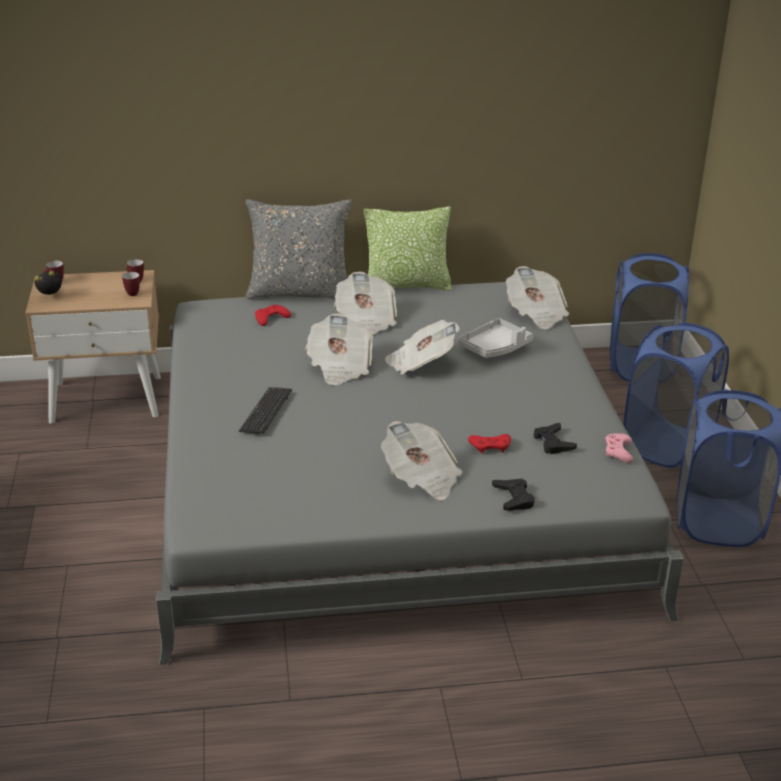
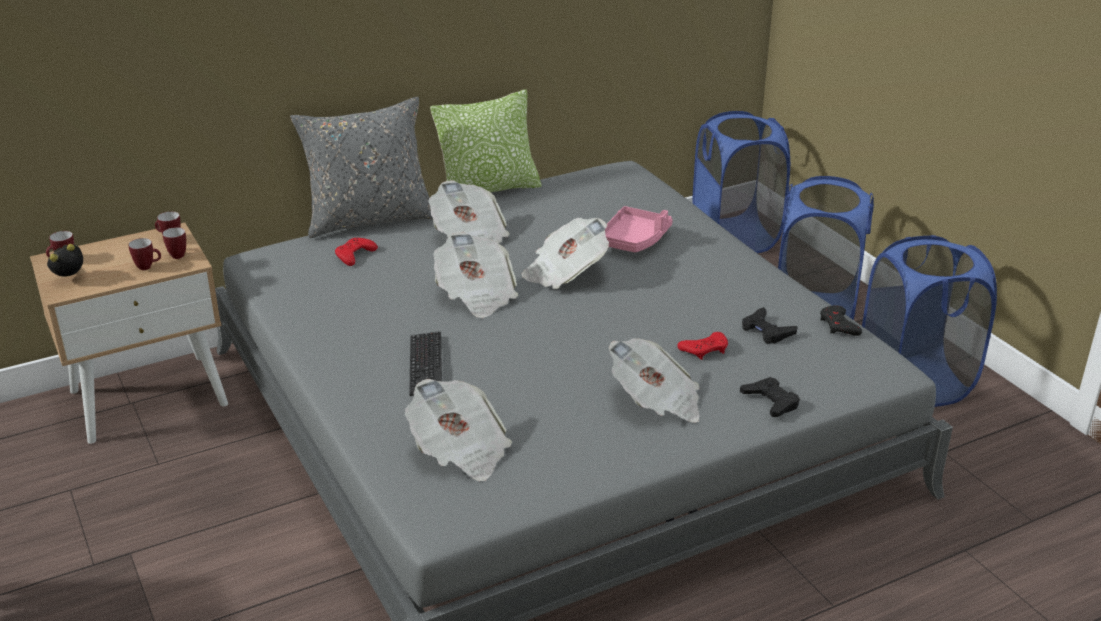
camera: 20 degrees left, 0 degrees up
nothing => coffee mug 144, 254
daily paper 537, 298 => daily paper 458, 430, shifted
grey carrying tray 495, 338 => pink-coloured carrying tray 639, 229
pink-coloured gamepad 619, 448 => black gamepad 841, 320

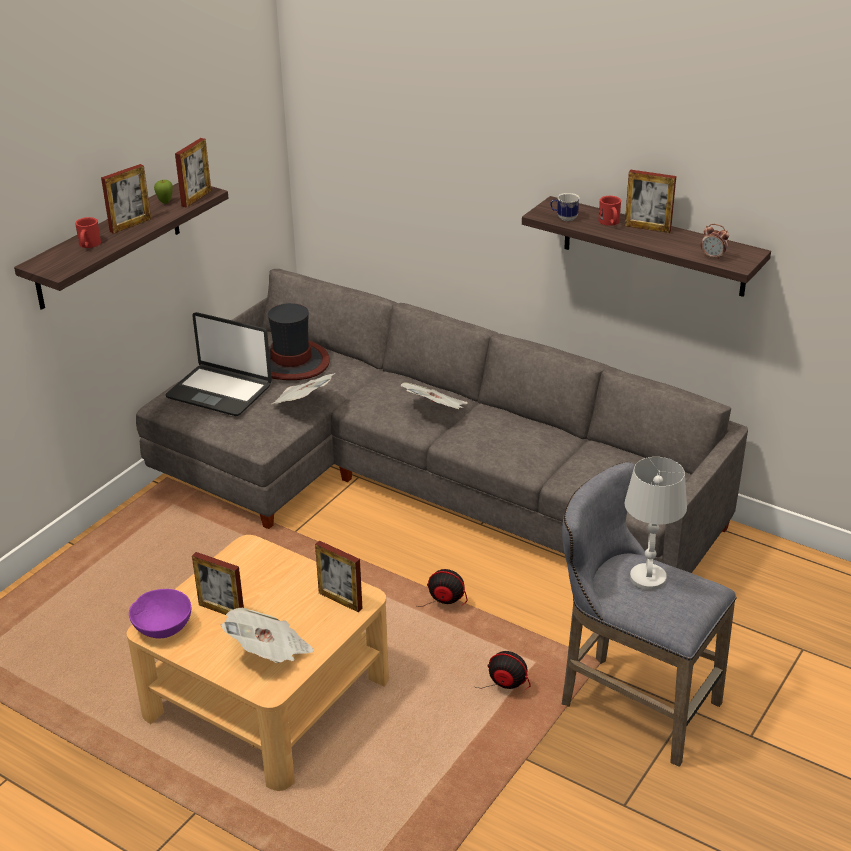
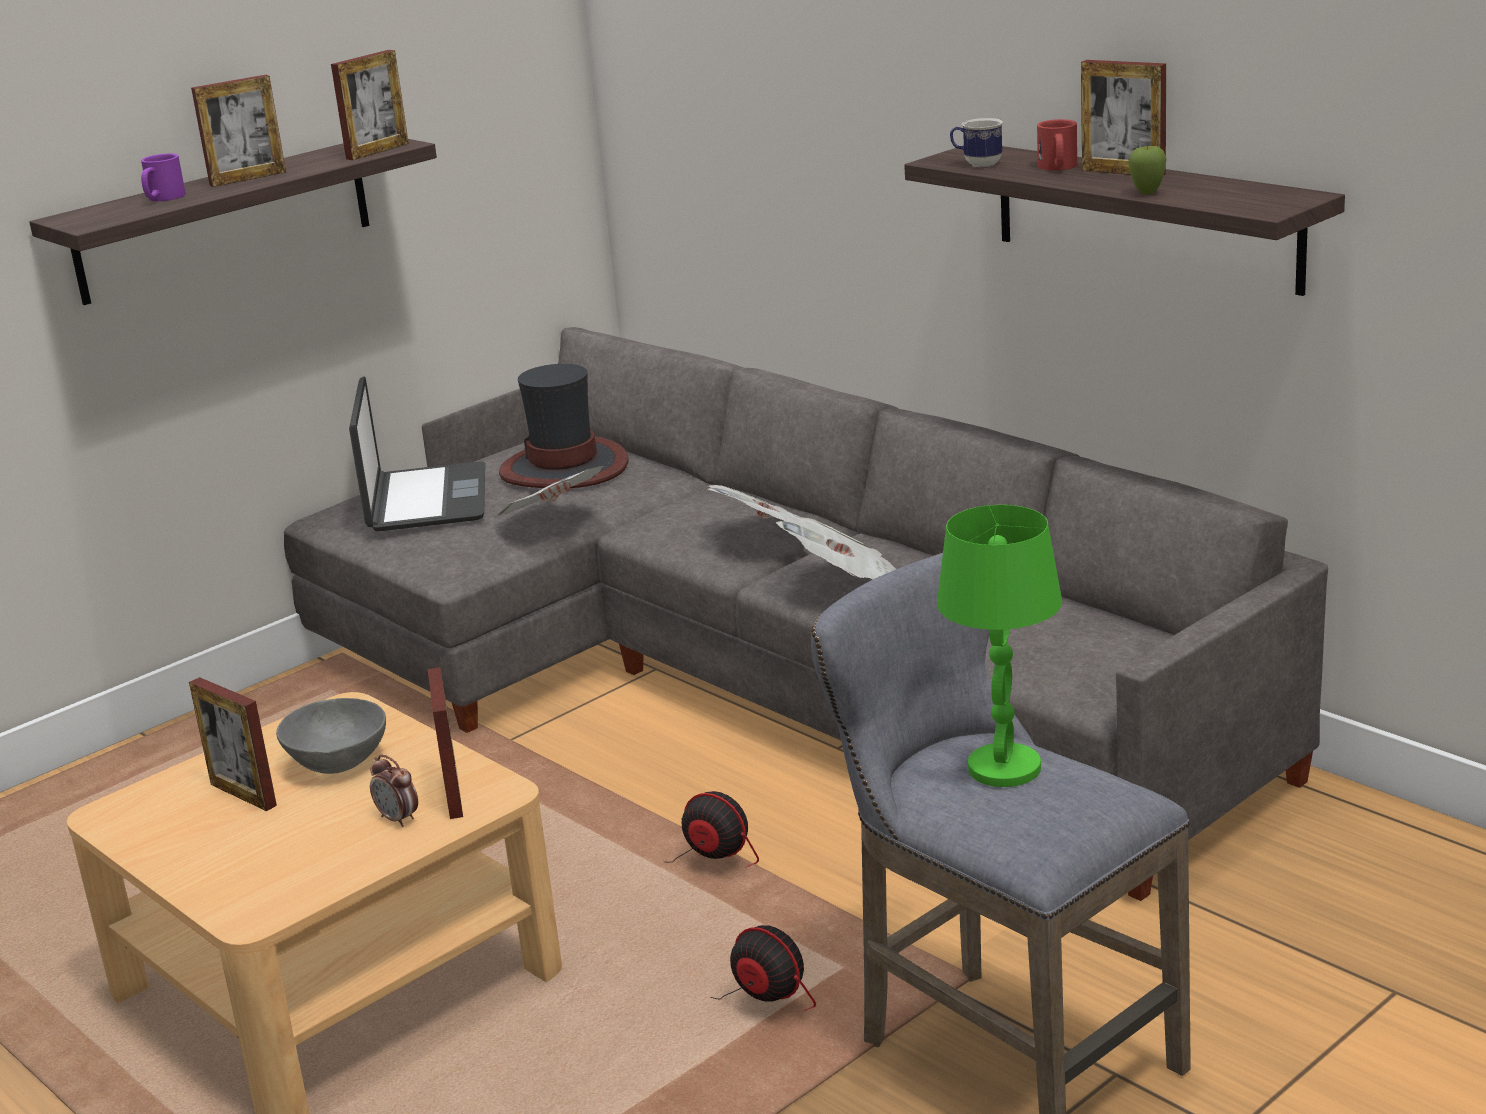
camera: 15 degrees right, 10 degrees down
red coffee mug 88, 232 => purple coffee mug 163, 177
nothing => grey serving bowl 331, 736
laptop 218, 364 => laptop 417, 454, 135 degrees counterclockwise
bedside clock 715, 242 => bedside clock 394, 791, shifted
standing frame 339, 576 => standing frame 445, 743, 150 degrees counterclockwise
daily paper 267, 635 => daily paper 836, 548, shifted
white-coloured lamp for a table 655, 523 => greenish lamp for a table 999, 646
apple 163, 192 => apple 1147, 170, shifted
purple serving bowl 160, 614 => nothing

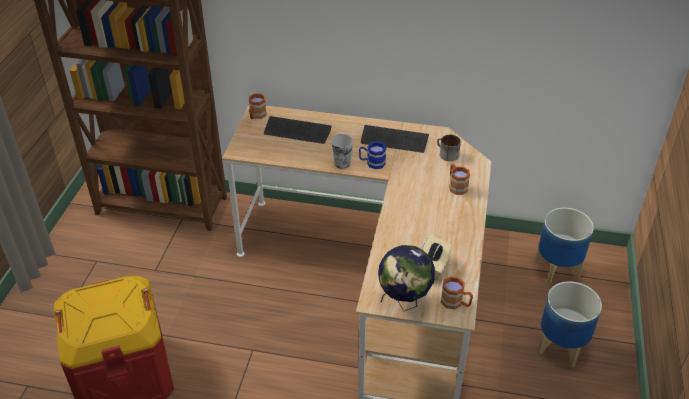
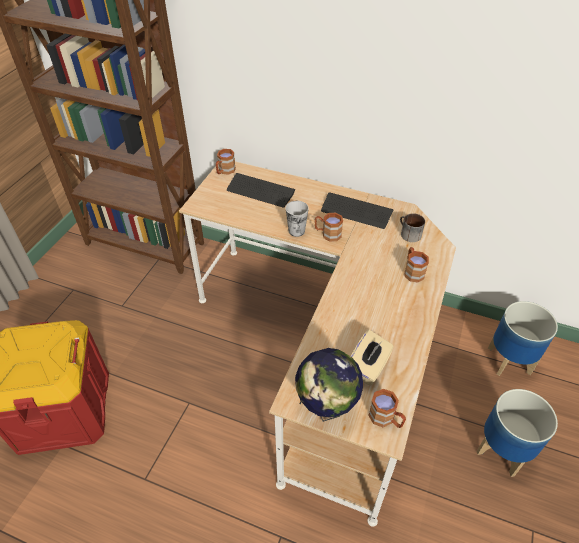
camera: 10 degrees right, 5 degrees up
blue coffee mug 372, 155 => brown coffee mug 329, 227

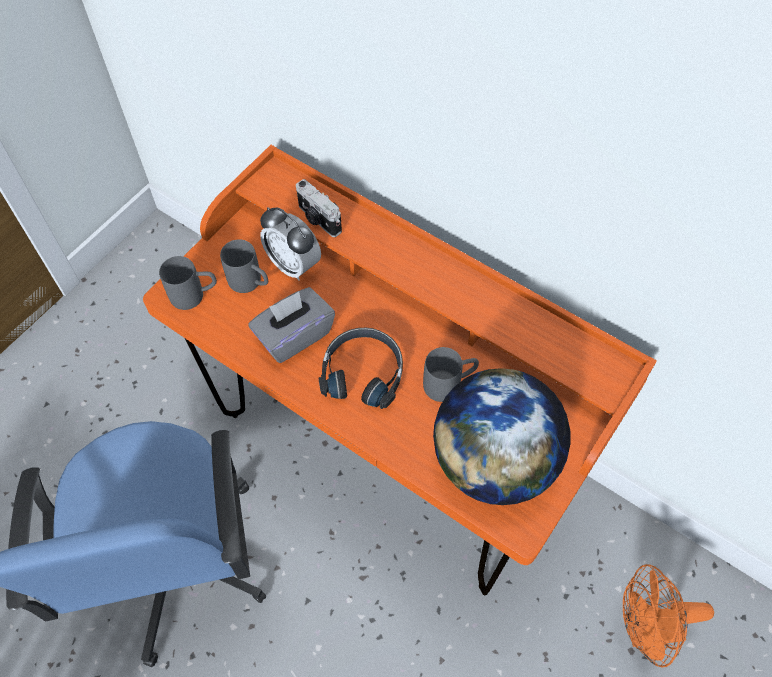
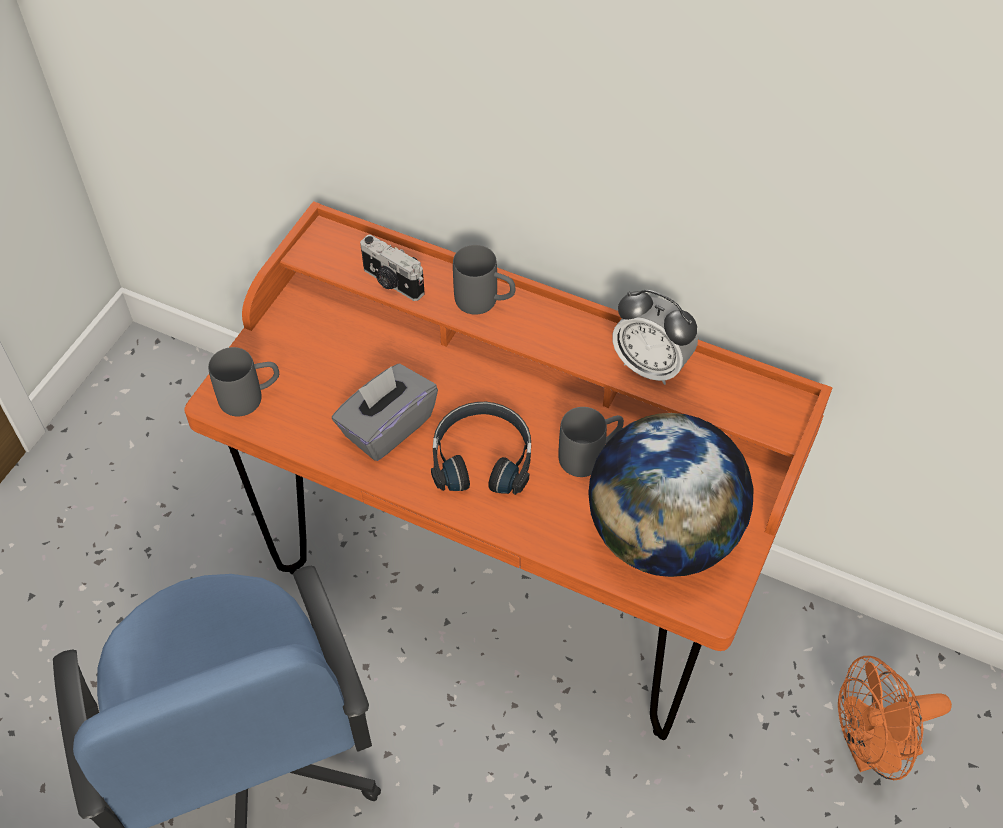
camera: 10 degrees left, 5 degrees down
grey coffee mug 244, 266 => grey coffee mug 484, 280, shifted
bedside clock 290, 244 => bedside clock 655, 337, shifted

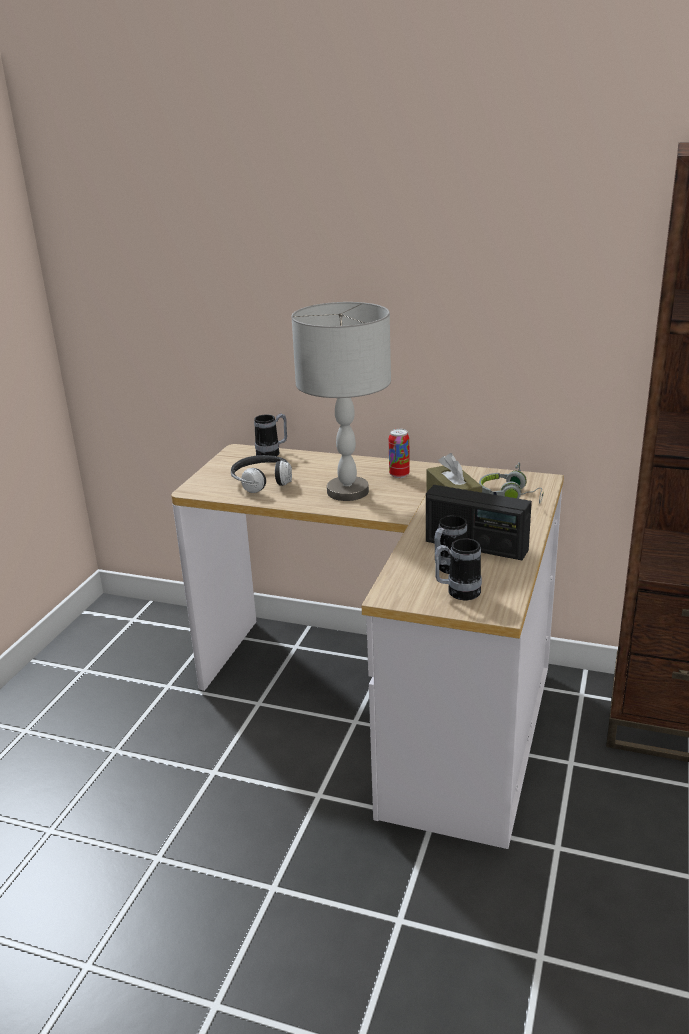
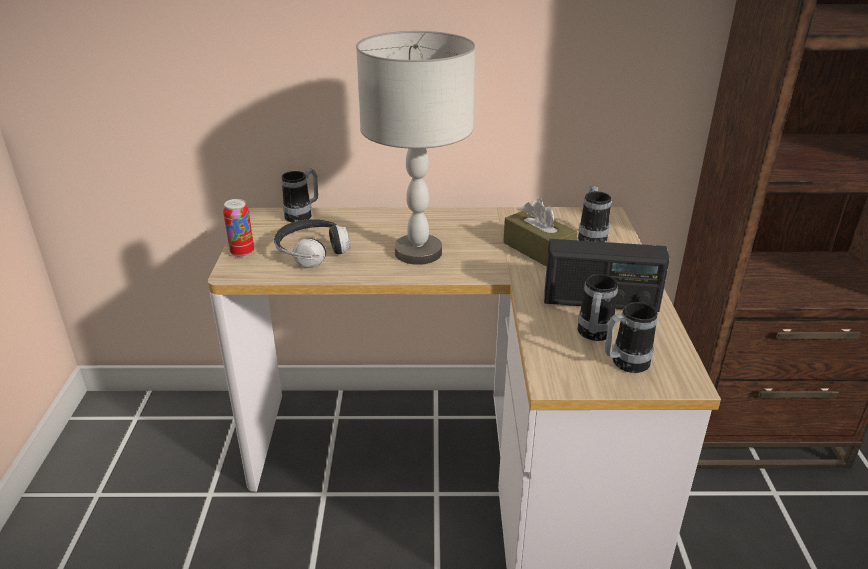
camera: 20 degrees left, 5 degrees up
metal can 399, 453 => metal can 238, 228, shifted
grey pair of headphones 511, 482 => coffee mug 594, 214

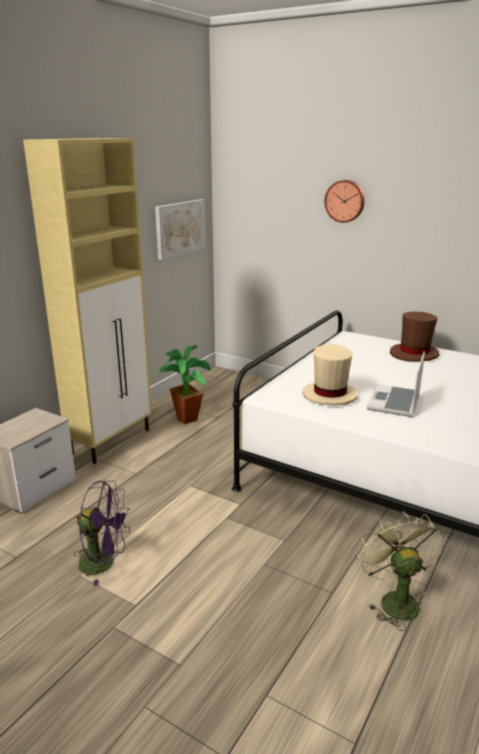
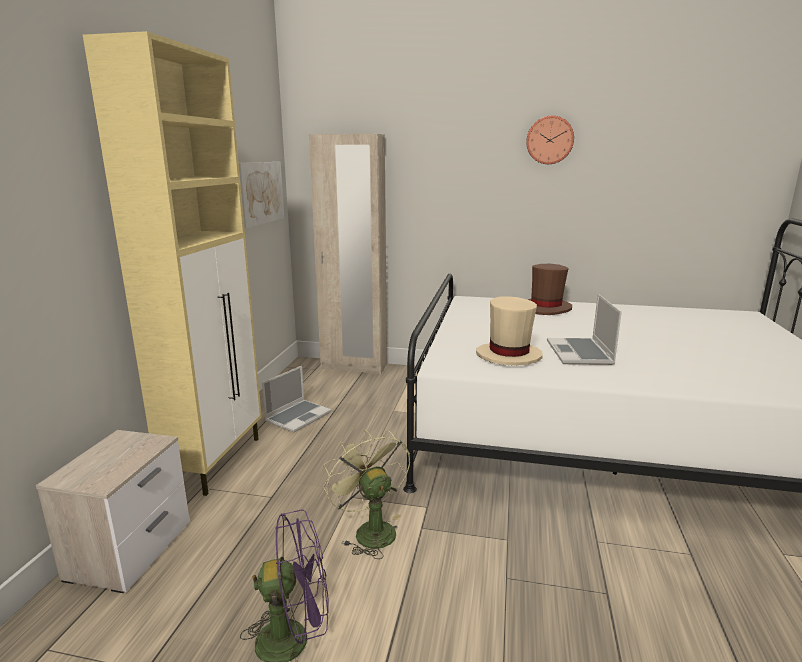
camera: 20 degrees left, 5 degrees down
houseplant 184, 384 => laptop 296, 399
nothing => beige armoire 348, 254
greenish cooling fan 400, 571 => greenish cooling fan 366, 494, shifted
hanging clock 345, 201 => hanging clock 550, 140, shifted

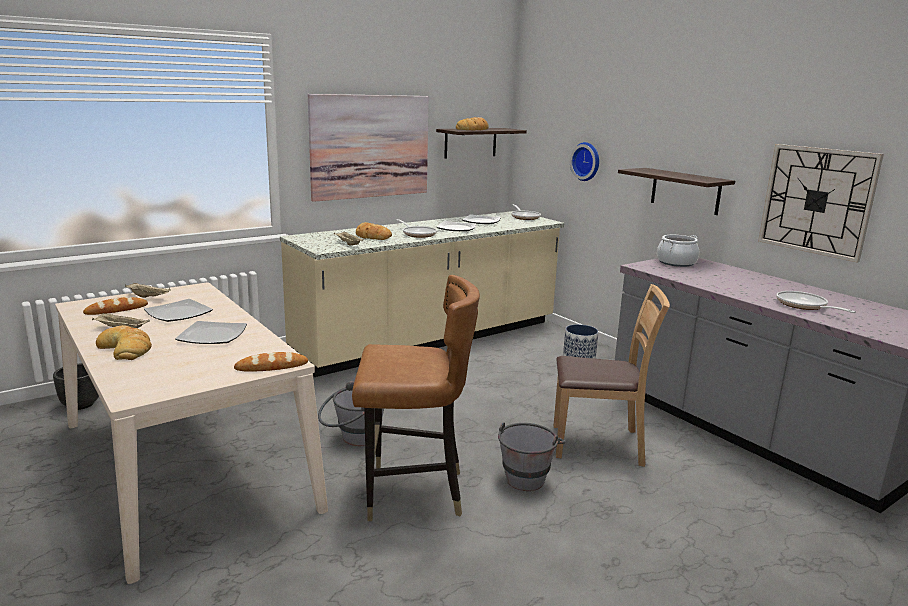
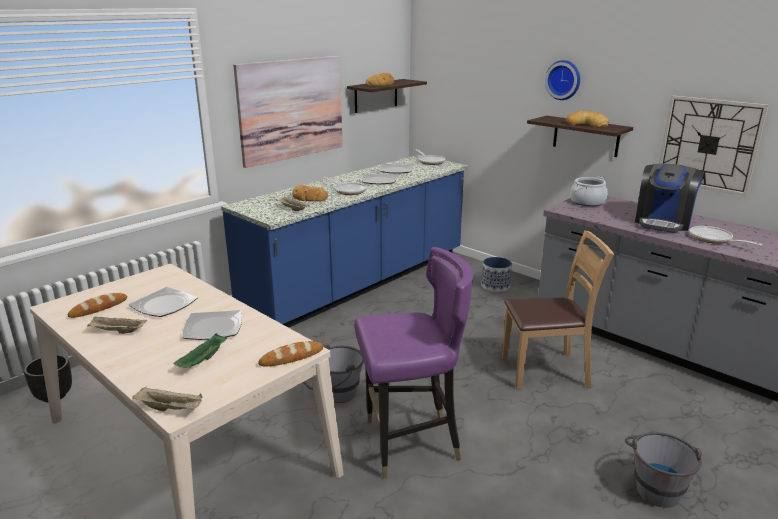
camera: 10 degrees left, 5 degrees up
beige carrying tray 148, 290 => beige carrying tray 168, 399, shifted
nothing => greenish carrying tray 200, 350
beige kitchen base unit 422, 294 => blue kitchen base unit 344, 241
brown plain chair 416, 398 => purple plain chair 413, 362
hanging clock 584, 161 => hanging clock 562, 80, shifted
bread 124, 342 => bread 587, 119, shifted
grey pail 532, 457 => grey pail 663, 470, shifted
nothing => coffee brewer 669, 198

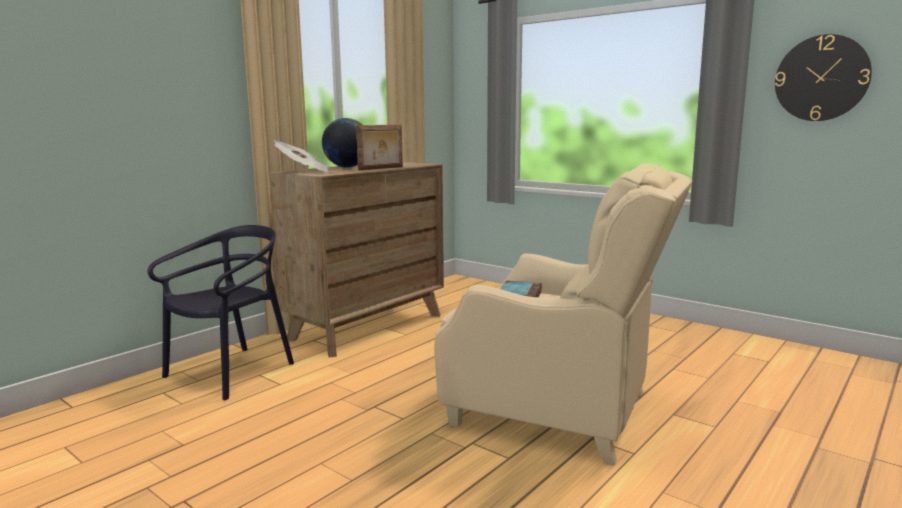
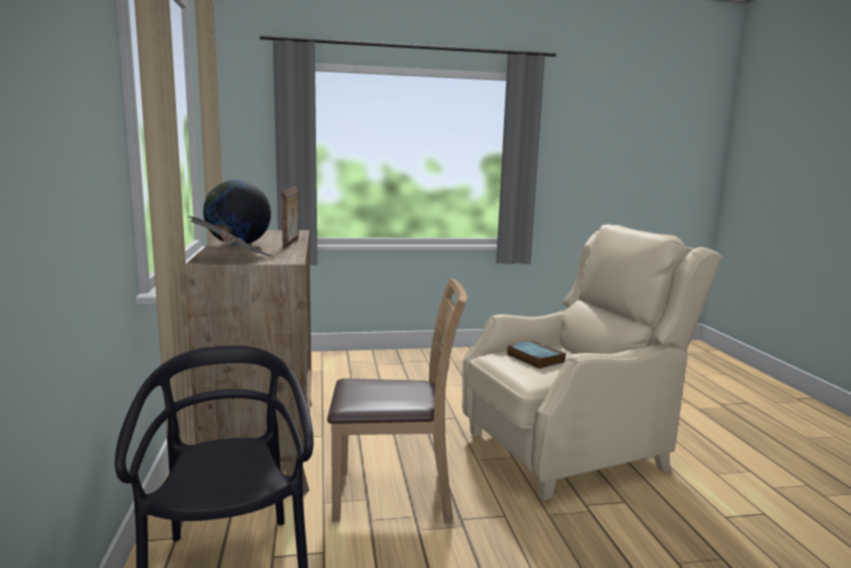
camera: 50 degrees left, 0 degrees up
nothing => brown plain chair 397, 400
hanging clock 823, 77 => nothing

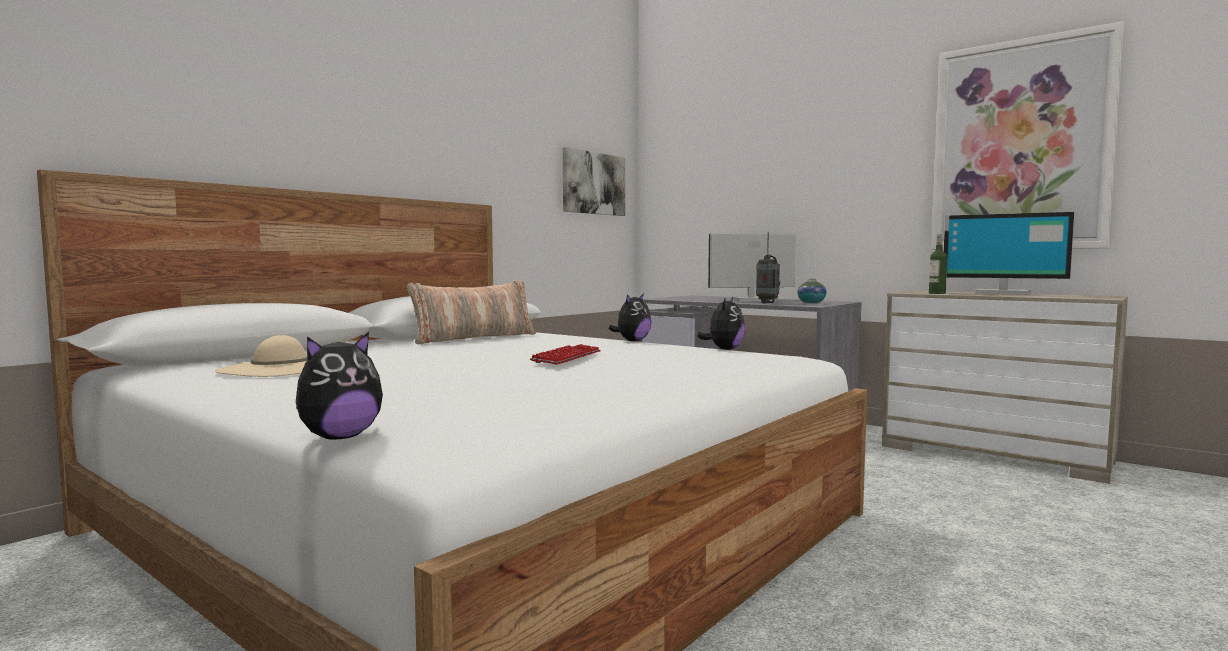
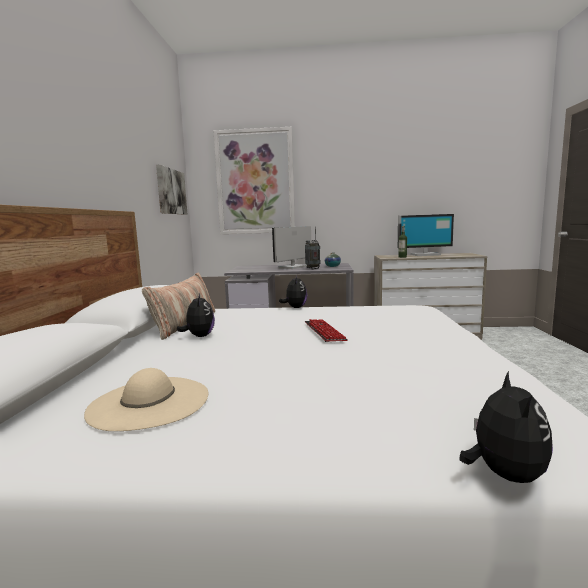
camera: 35 degrees left, 5 degrees up
plush toy 721, 323 => plush toy 196, 315, shifted
picture 1027, 135 => picture 254, 180, shifted

